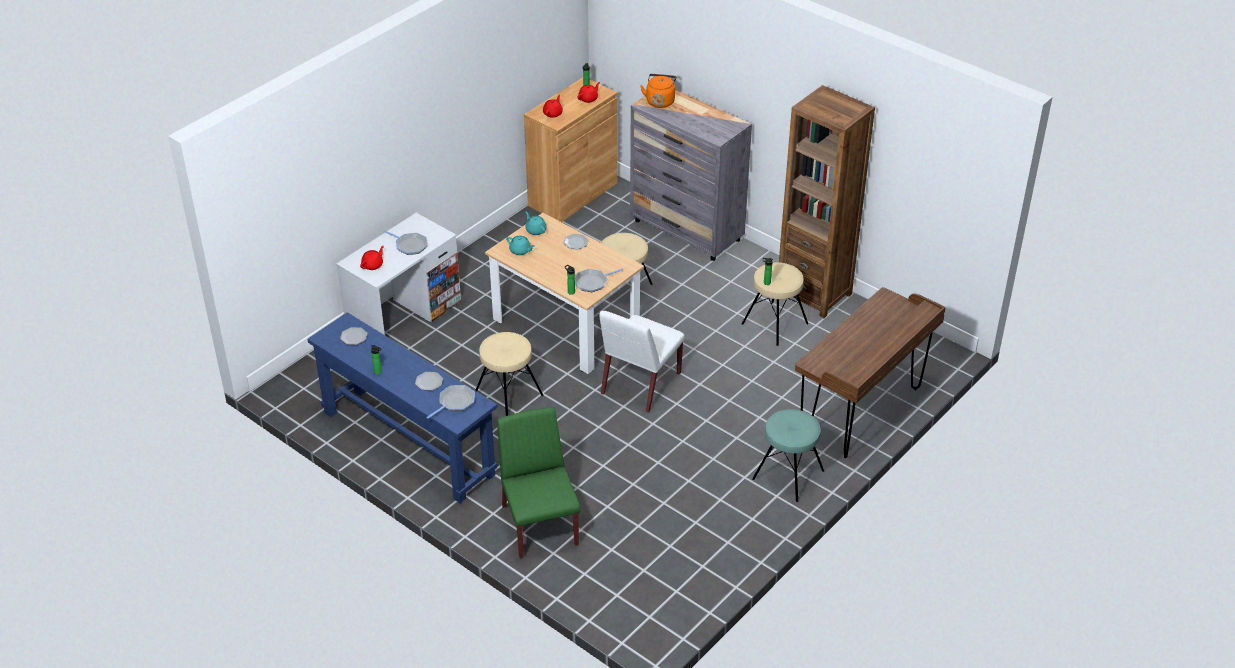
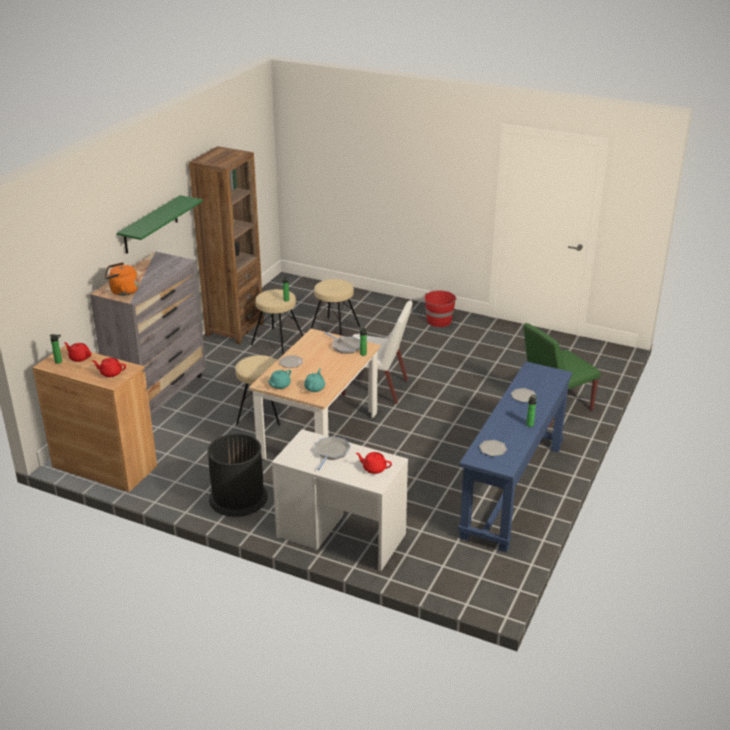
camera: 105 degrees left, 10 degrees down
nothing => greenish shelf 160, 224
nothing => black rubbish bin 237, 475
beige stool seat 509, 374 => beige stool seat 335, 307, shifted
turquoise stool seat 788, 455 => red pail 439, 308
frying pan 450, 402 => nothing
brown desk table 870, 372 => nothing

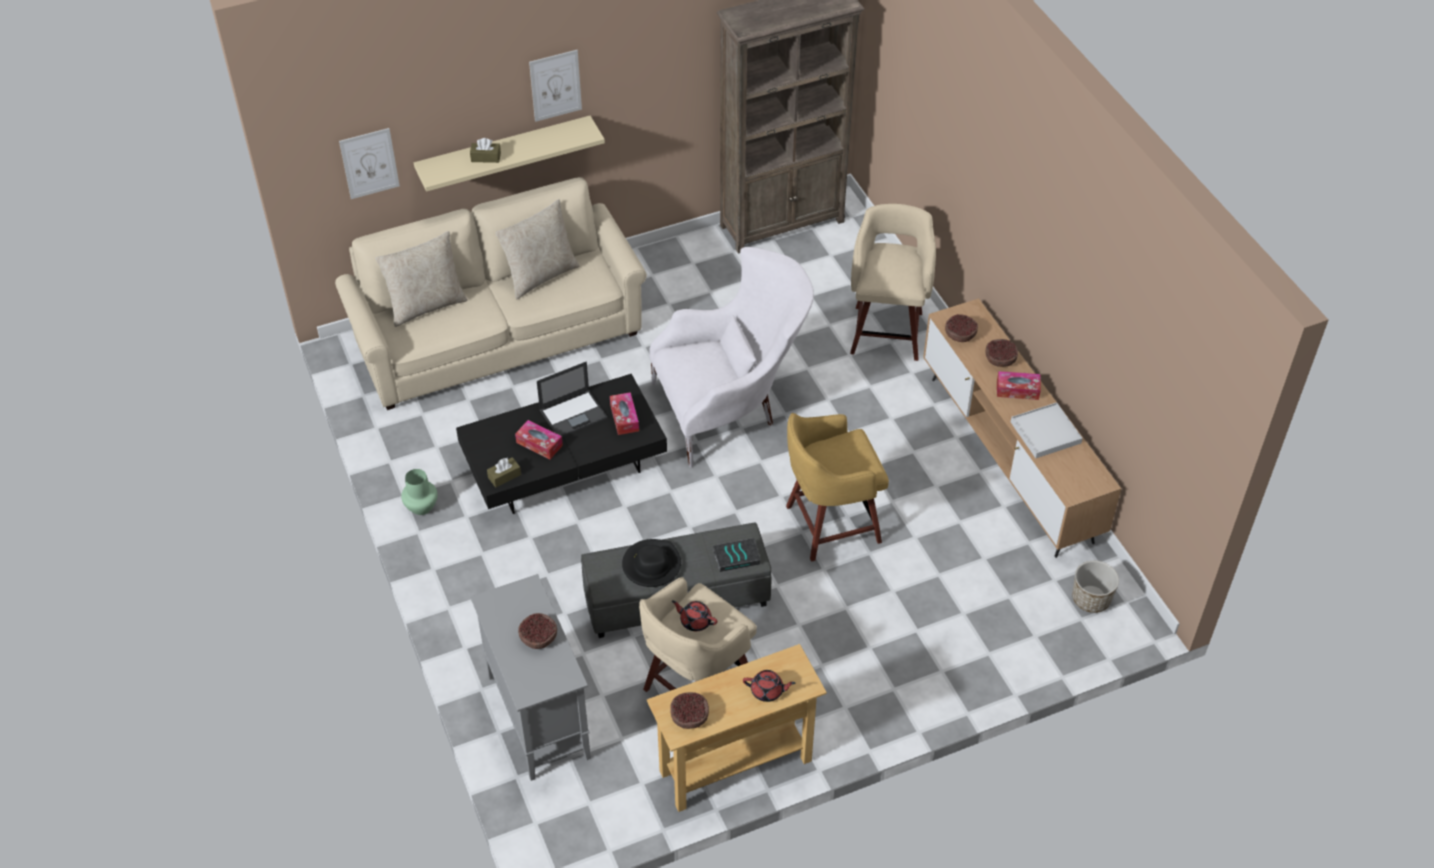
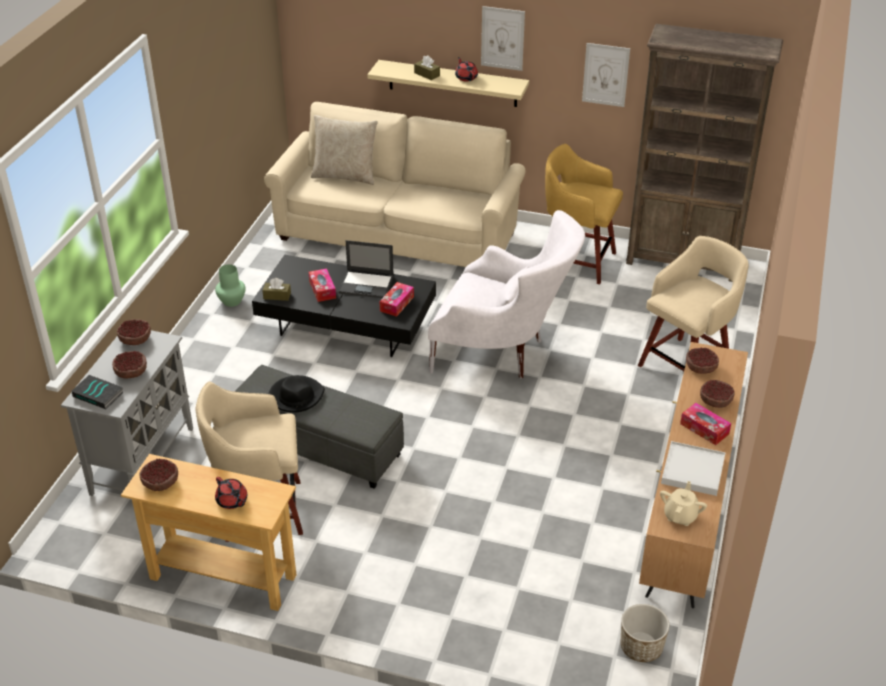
camera: 40 degrees right, 10 degrees down
book 736, 555 => book 97, 392, shifted
nothing => serving bowl 134, 332
red tea pot 694, 615 => red tea pot 466, 69, shifted
yellowish stool seat 837, 487 => yellowish stool seat 584, 214, shifted
picture 369, 163 => picture 606, 75, shifted
nothing => beige tea pot 683, 503
beige throw pillow 537, 249 => nothing

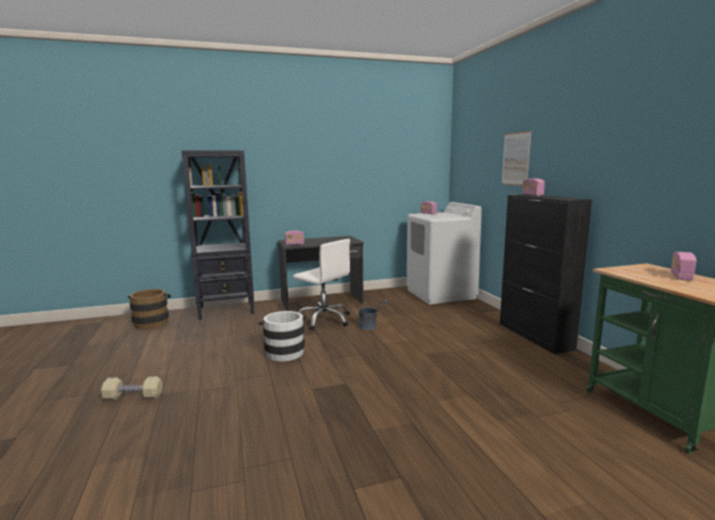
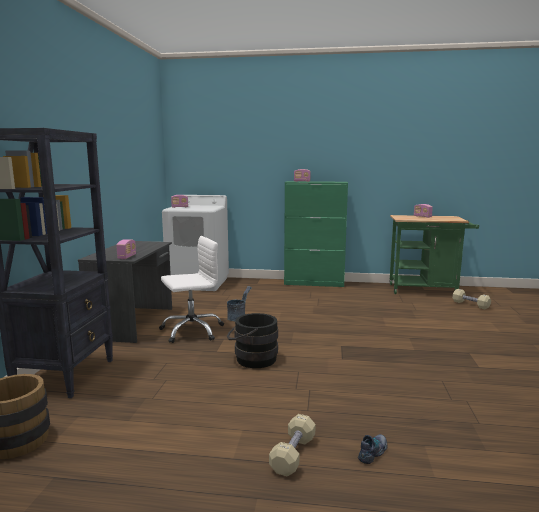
camera: 65 degrees left, 0 degrees up
white-coloured pail 282, 336 => black pail 252, 340
black cabinet 546, 274 => greenish cabinet 316, 234
nothing => item of footwear 372, 449
nothing => beige free weight 471, 299
picture 517, 158 => nothing

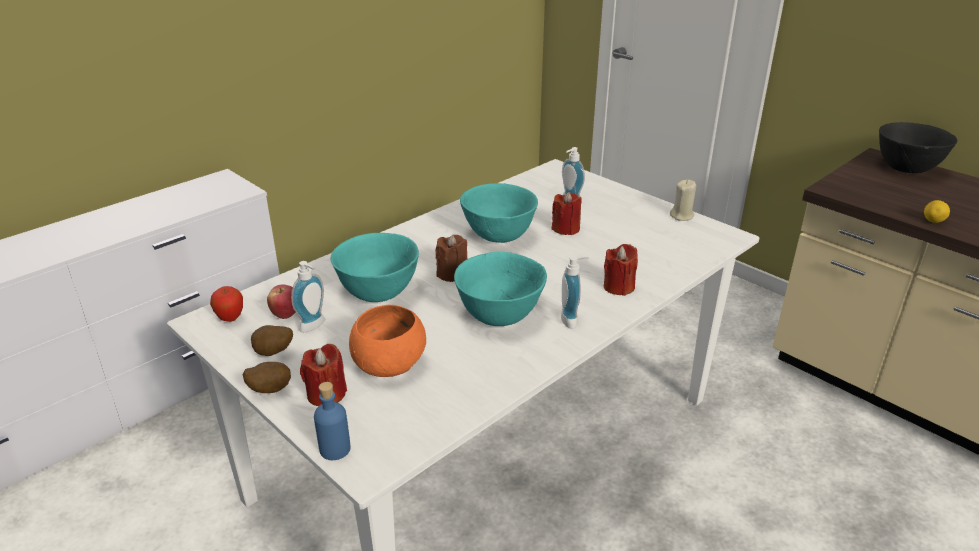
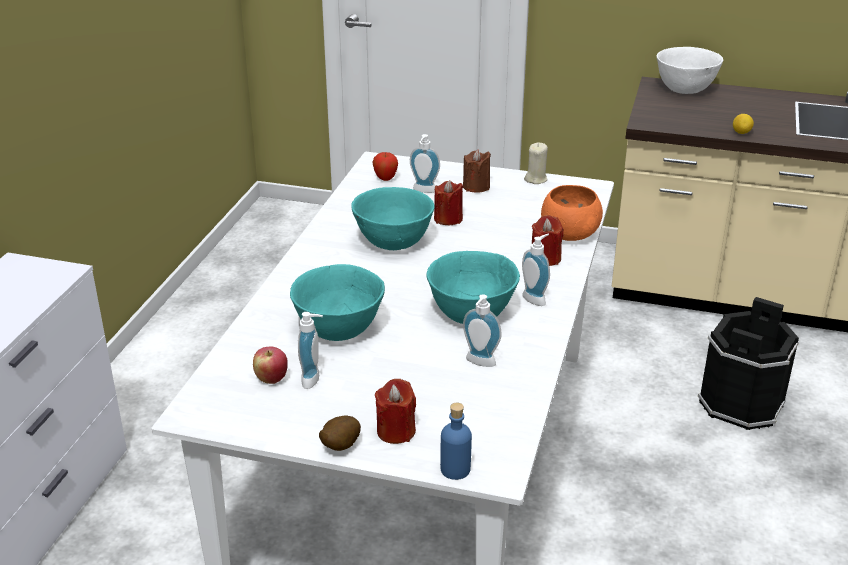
camera: 30 degrees left, 0 degrees up
apple 226, 304 => apple 385, 166, shifted
brown candle 451, 258 => brown candle 477, 171, shifted
nothing => soap bottle 482, 330
orangey serving bowl 387, 341 => orangey serving bowl 572, 213, shifted
black serving bowl 918, 147 => white-coloured serving bowl 690, 70
nothing => black pail 748, 363
potato 272, 340 => nothing

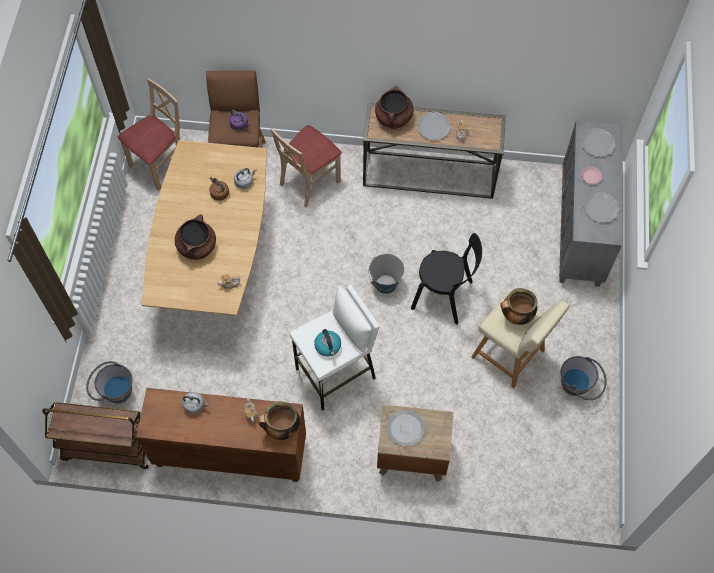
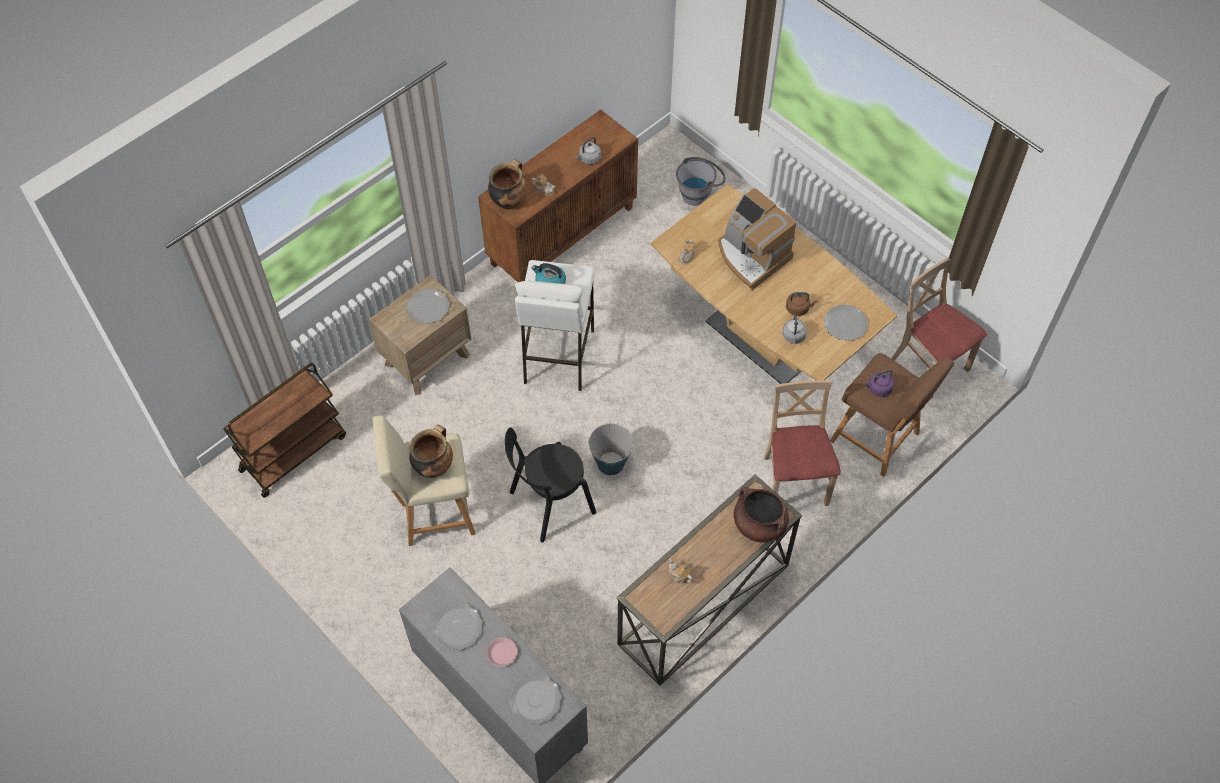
camera: 130 degrees right, 5 degrees down
brown wheeled cart 95, 435 => brown wheeled cart 284, 430, shifted
brown saucepot 195, 237 => coffee brewer 757, 239
plate 434, 126 => plate 846, 322, shifted
beige plain chair 149, 134 => beige plain chair 939, 328, 150 degrees clockwise
grey pail 584, 378 => nothing

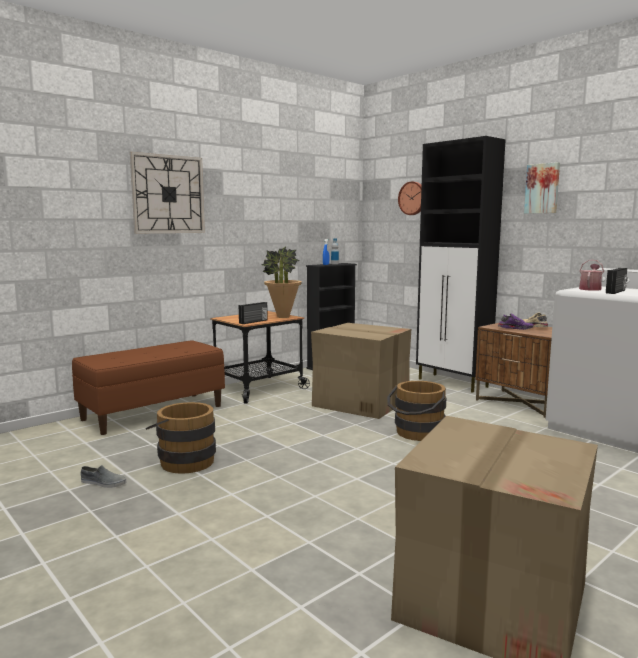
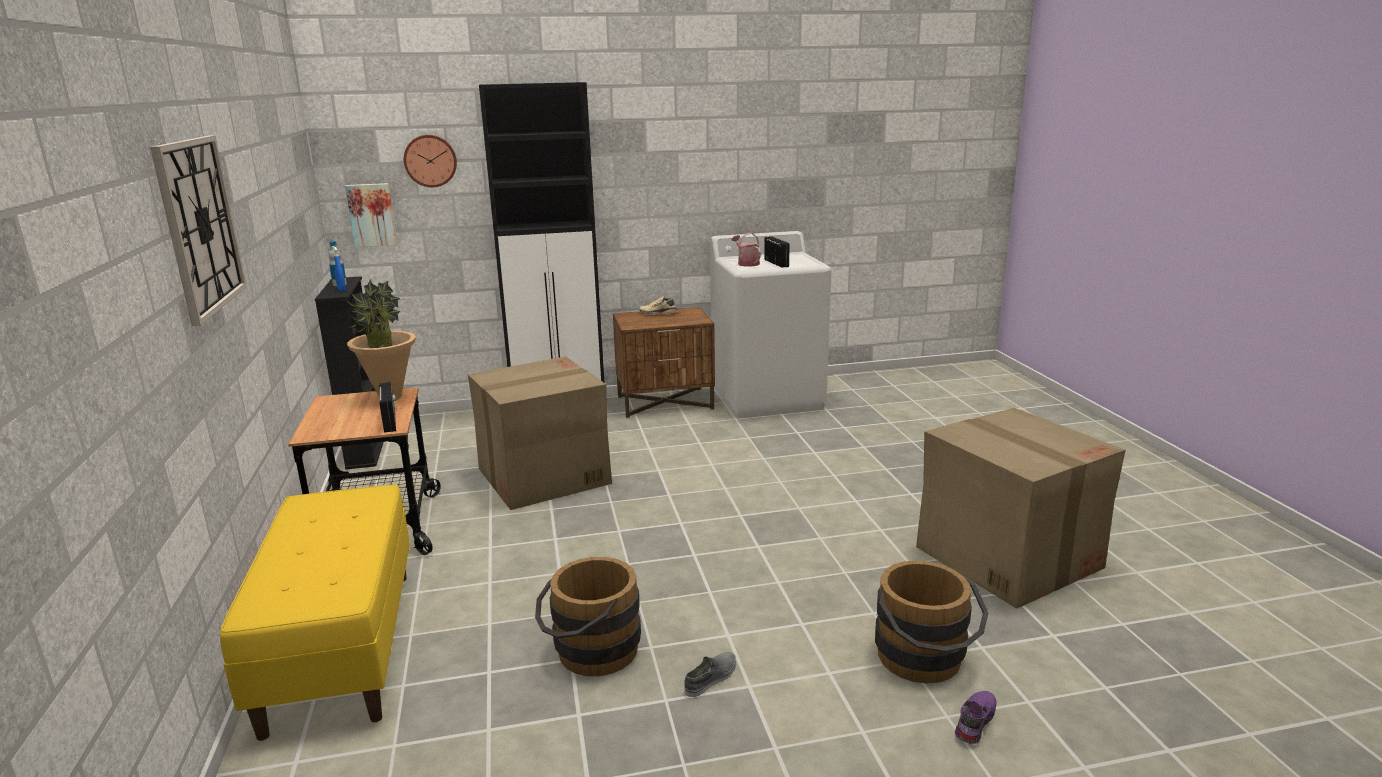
camera: 60 degrees left, 10 degrees up
brown bench 148, 387 => yellowish bench 315, 612
picture 542, 188 => picture 371, 215, shifted
grey item of footwear 103, 476 => grey item of footwear 710, 674, shifted
brown pail 417, 411 => brown pail 932, 621, shifted
purple item of footwear 516, 322 => purple item of footwear 976, 717, shifted

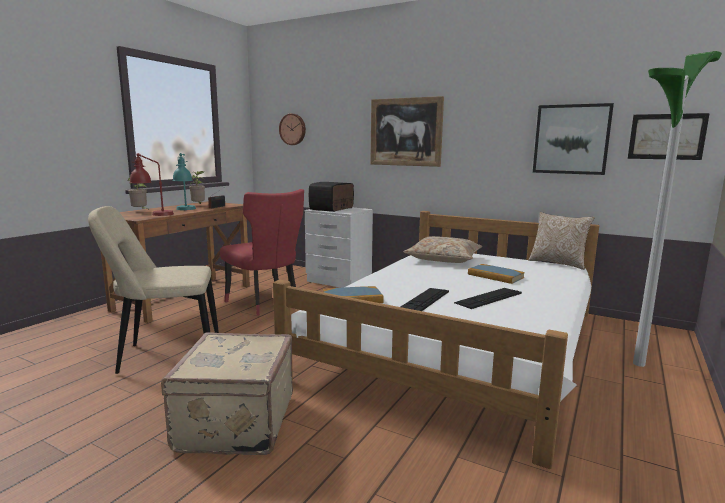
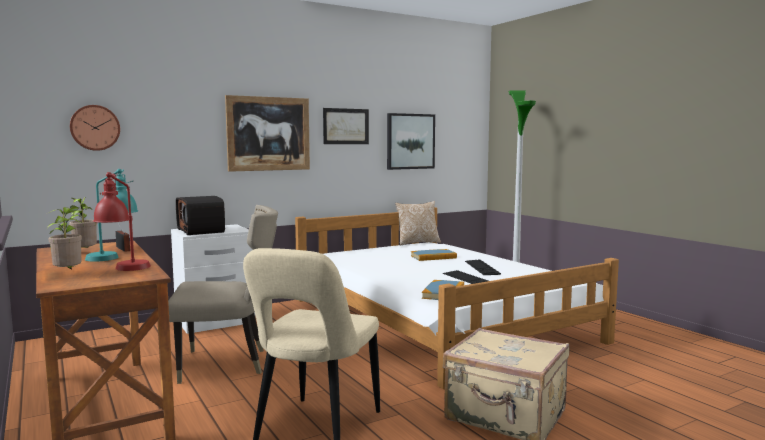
camera: 60 degrees left, 5 degrees down
red plain chair 262, 252 => beige plain chair 223, 294
picture 669, 136 => picture 346, 126, shifted
beige throw pillow 442, 249 => nothing

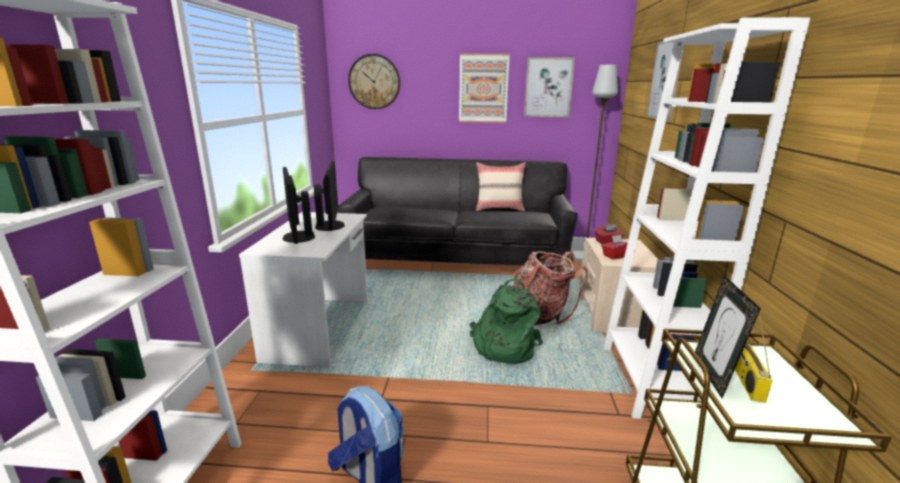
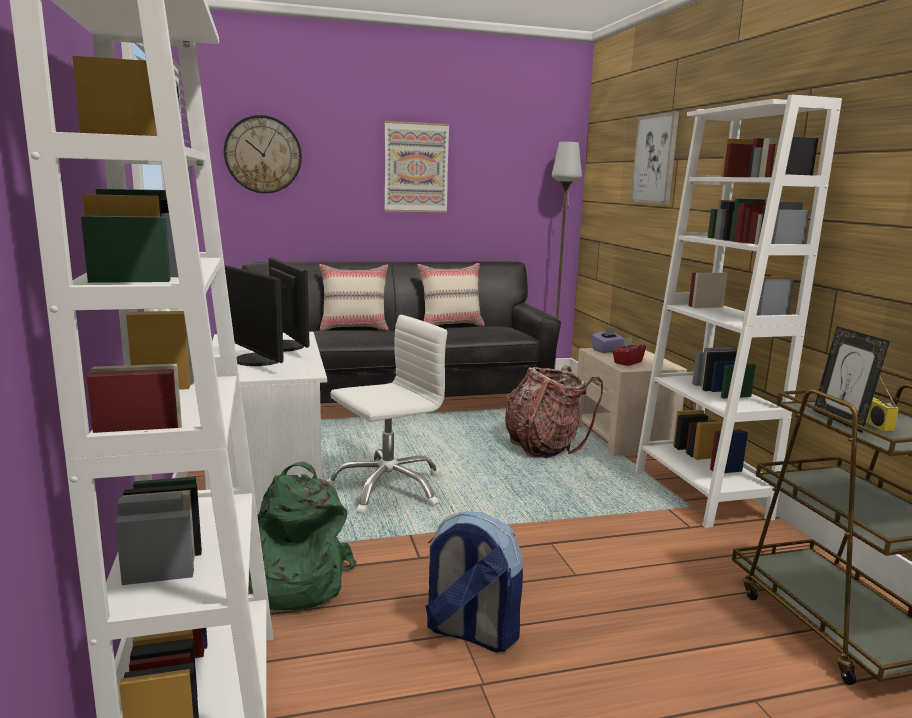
camera: 20 degrees left, 5 degrees down
greenish backpack 506, 321 => greenish backpack 302, 536, shifted
nothing => beige throw pillow 354, 297
nothing => white-coloured office chair 387, 415
red box of tissues 609, 234 => purple box of tissues 607, 340
picture 549, 87 => nothing

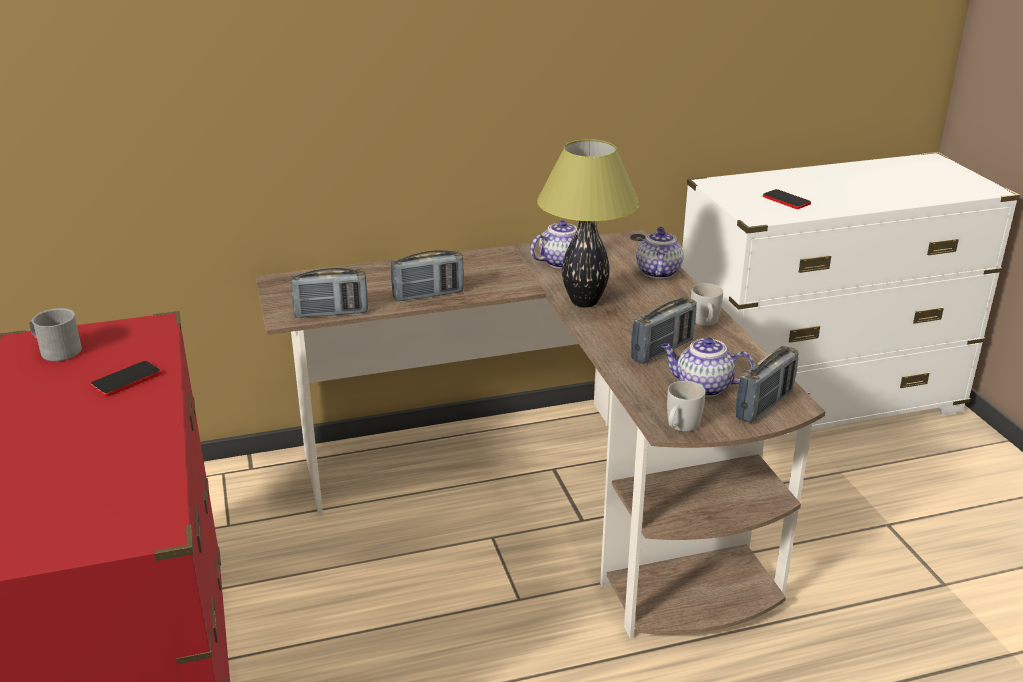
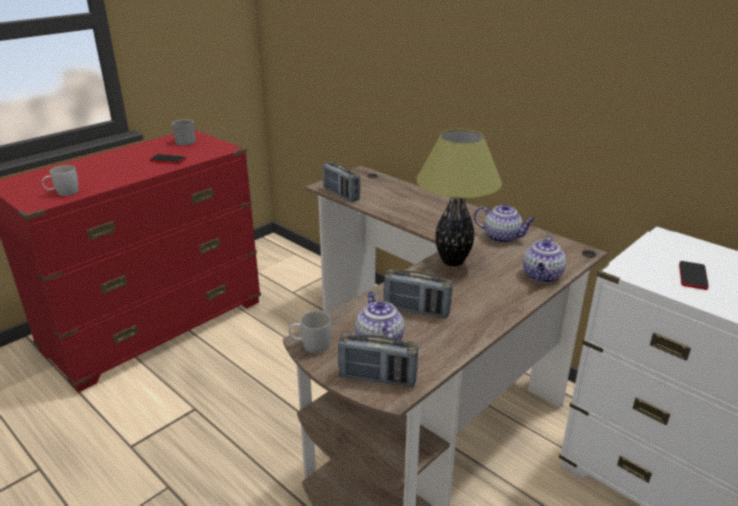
camera: 60 degrees right, 0 degrees up
white-coloured coffee mug 707, 304 => white-coloured coffee mug 60, 180, shifted
tea pot 660, 253 => tea pot 544, 259, 135 degrees clockwise
radio set 427, 276 => nothing

